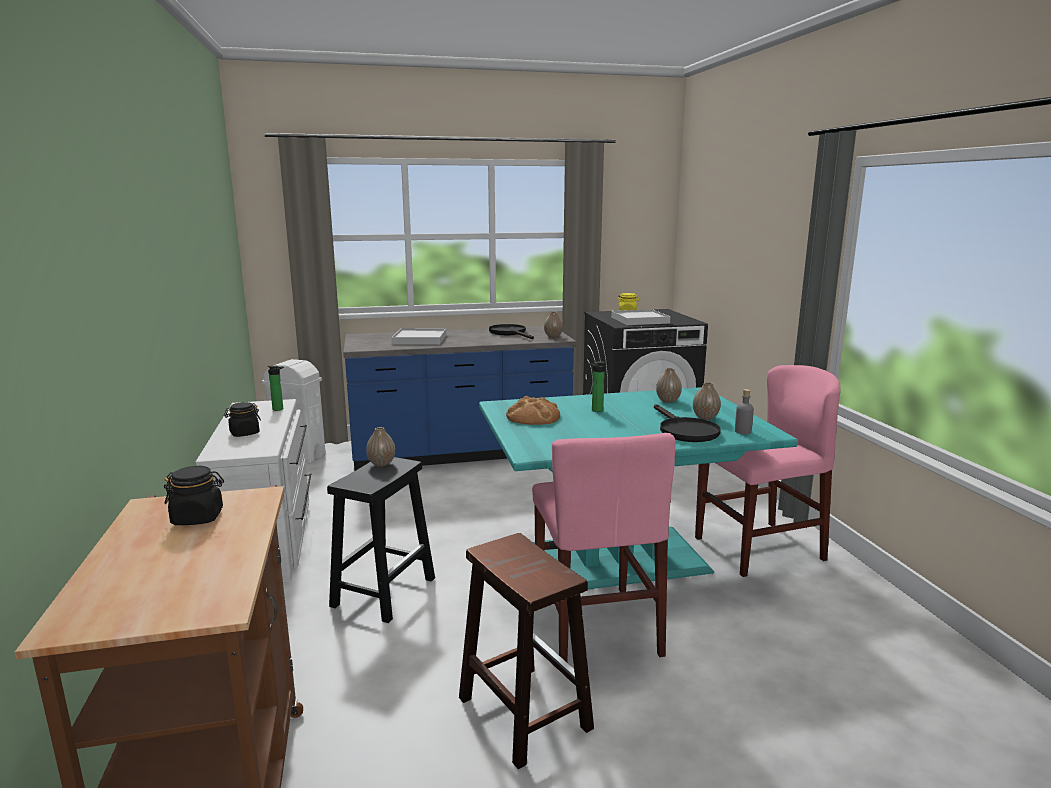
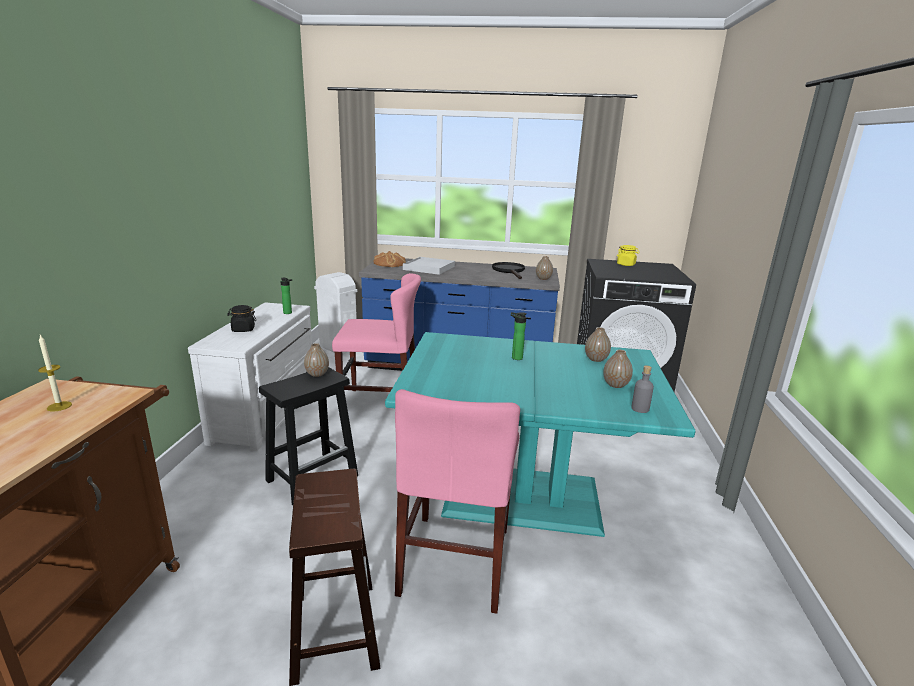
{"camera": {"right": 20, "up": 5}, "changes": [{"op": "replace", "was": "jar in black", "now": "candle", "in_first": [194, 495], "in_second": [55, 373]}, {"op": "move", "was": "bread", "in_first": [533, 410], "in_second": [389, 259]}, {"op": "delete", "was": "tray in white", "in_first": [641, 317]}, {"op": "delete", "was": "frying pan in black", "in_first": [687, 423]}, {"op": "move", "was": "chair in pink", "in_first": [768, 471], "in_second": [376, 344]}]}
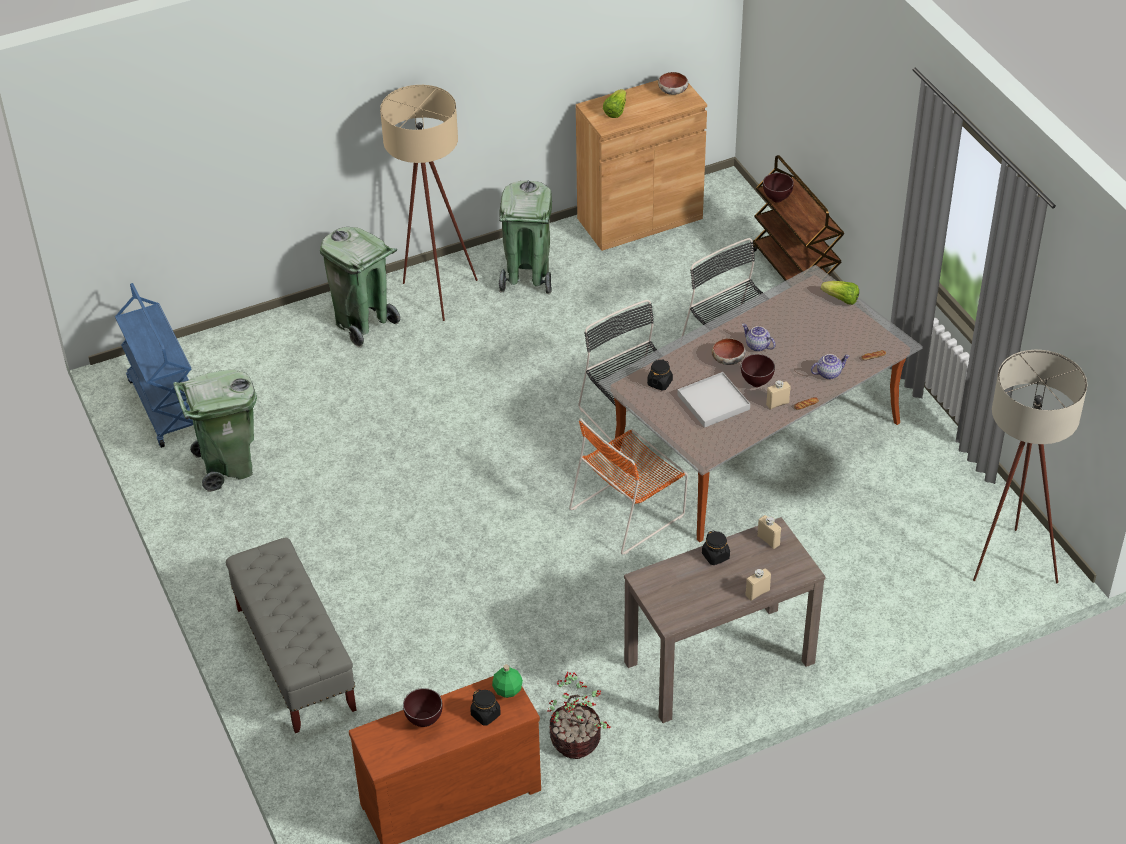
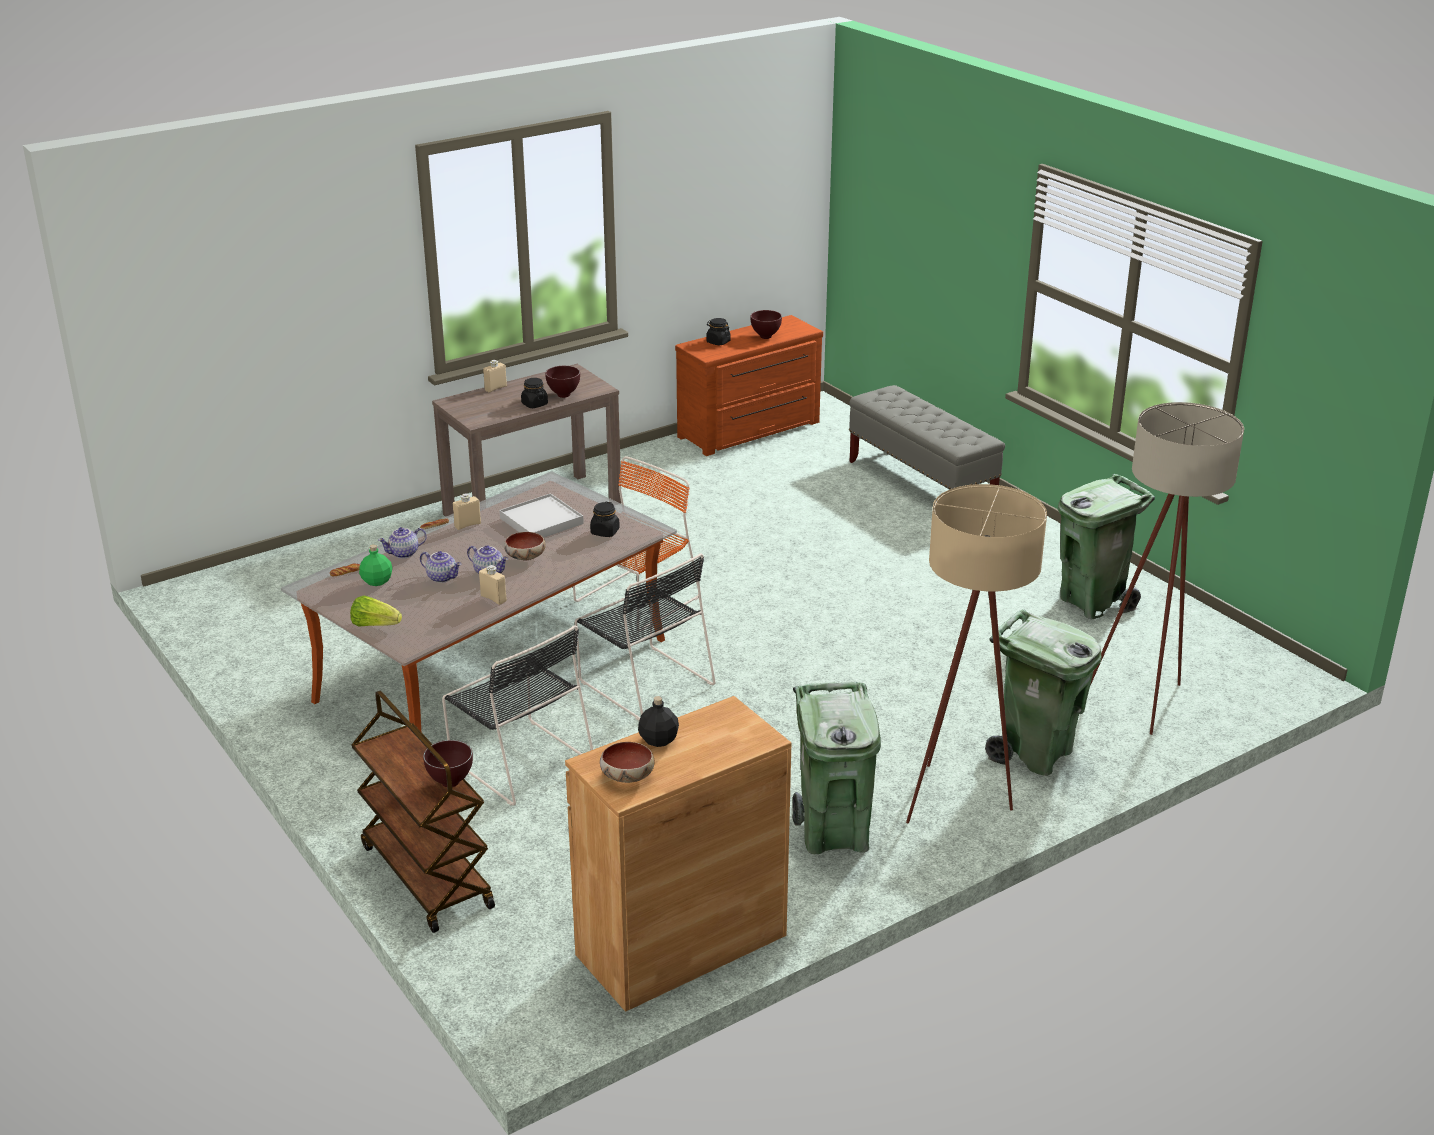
{"camera": {"right": 170, "up": -15}, "changes": [{"op": "delete", "was": "cart in blue", "in_first": [154, 365]}, {"op": "move", "was": "bottle in green", "in_first": [507, 681], "in_second": [375, 565]}, {"op": "delete", "was": "potted plant", "in_first": [578, 715]}, {"op": "delete", "was": "lettuce", "in_first": [614, 103]}, {"op": "move", "was": "bowl in brown", "in_first": [758, 370], "in_second": [562, 382]}, {"op": "move", "was": "bottle in beige", "in_first": [769, 532], "in_second": [493, 585]}, {"op": "move", "was": "floor lamp in beige", "in_first": [1030, 466], "in_second": [1167, 568]}, {"op": "insert", "now": "teapot", "in_second": [440, 567]}, {"op": "insert", "now": "bottle in black", "in_second": [658, 721]}]}
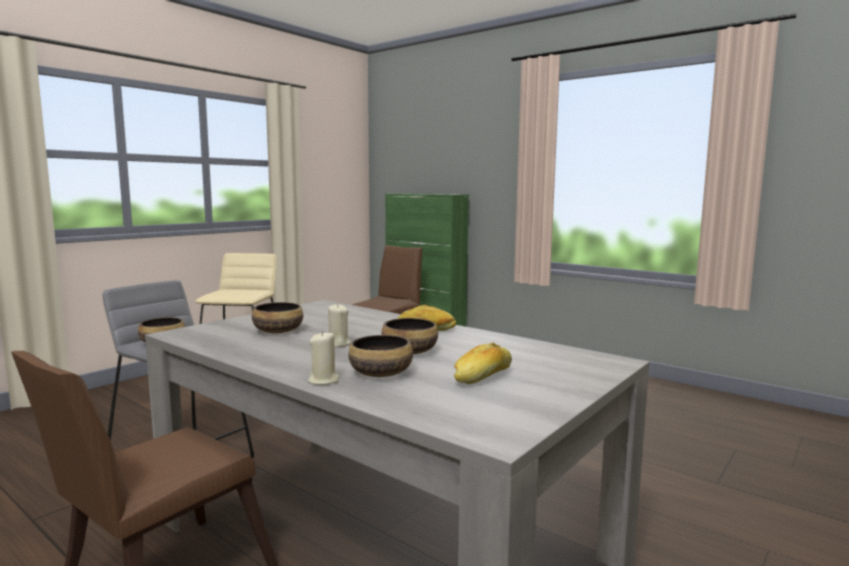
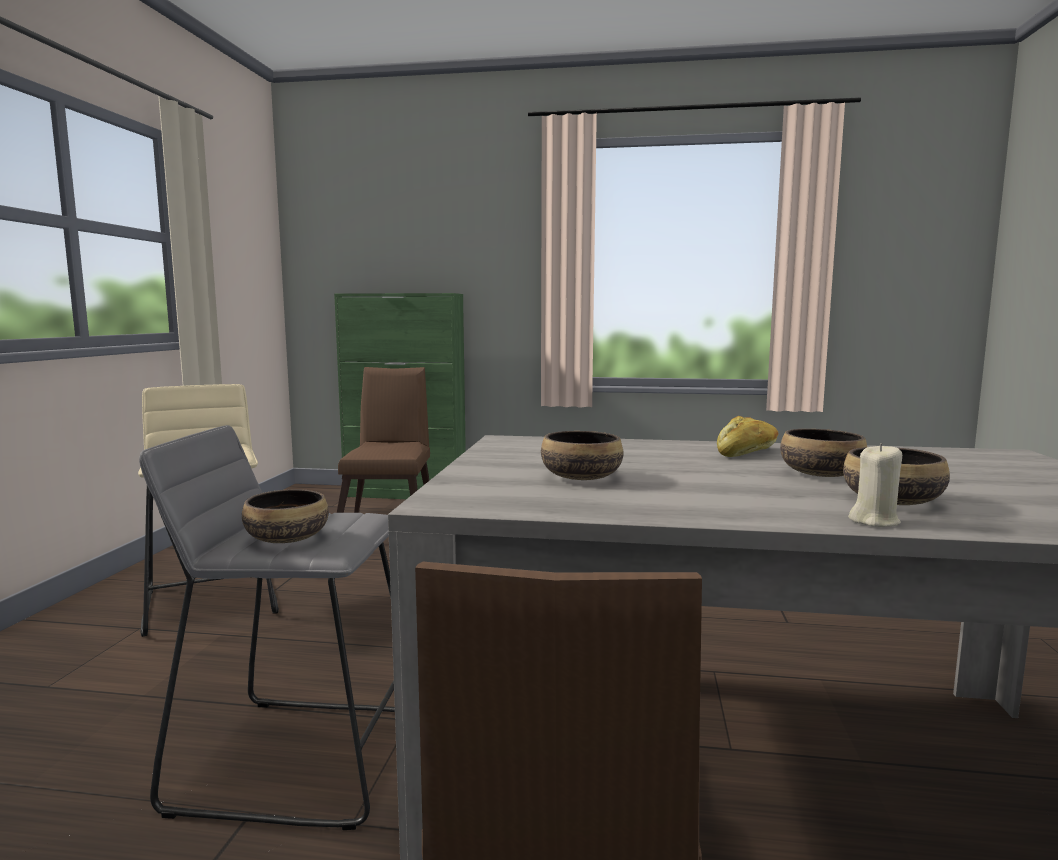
{"camera": {"right": -30, "up": 0}, "changes": [{"op": "delete", "was": "candle in beige", "in_first": [339, 325]}, {"op": "delete", "was": "bread", "in_first": [483, 363]}]}
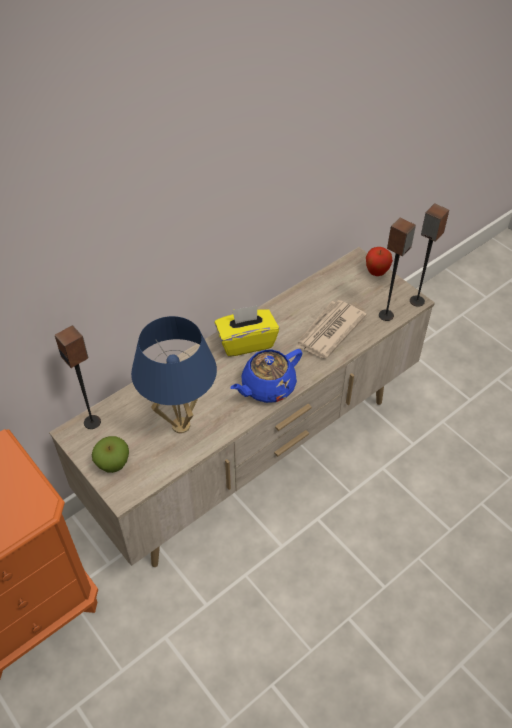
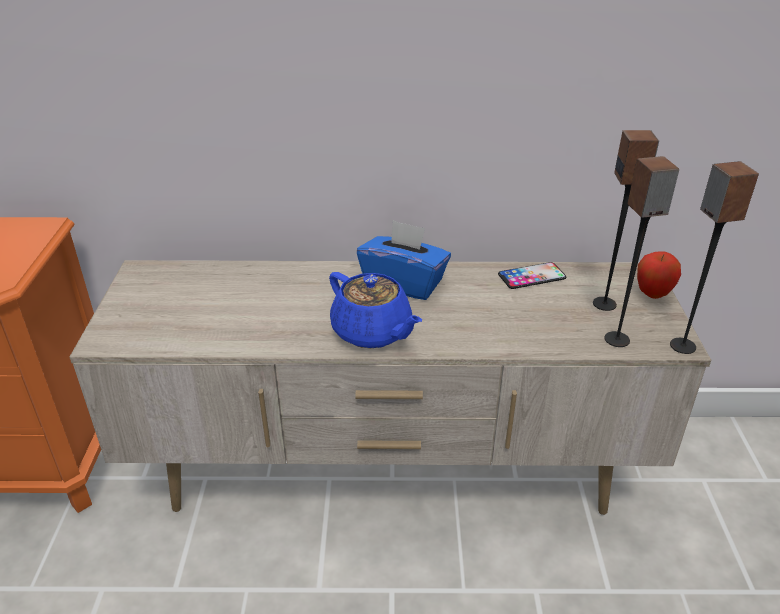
{"camera": {"right": 40, "up": -15}, "changes": [{"op": "move", "was": "speaker", "in_first": [78, 377], "in_second": [626, 220]}, {"op": "delete", "was": "apple", "in_first": [110, 454]}, {"op": "delete", "was": "table lamp in blue", "in_first": [174, 375]}, {"op": "recolor", "was": "tissue box in yellow", "now": "tissue box in blue", "in_first": [247, 331], "in_second": [404, 260]}, {"op": "rotate", "was": "teapot in blue", "in_first": [266, 376], "in_second": [375, 310], "clockwise": -135}, {"op": "delete", "was": "newspaper", "in_first": [331, 329]}, {"op": "insert", "now": "phone", "in_second": [532, 275]}]}
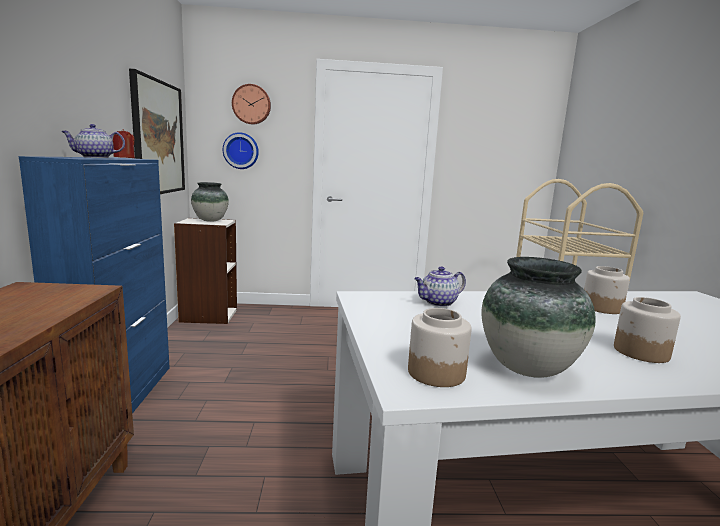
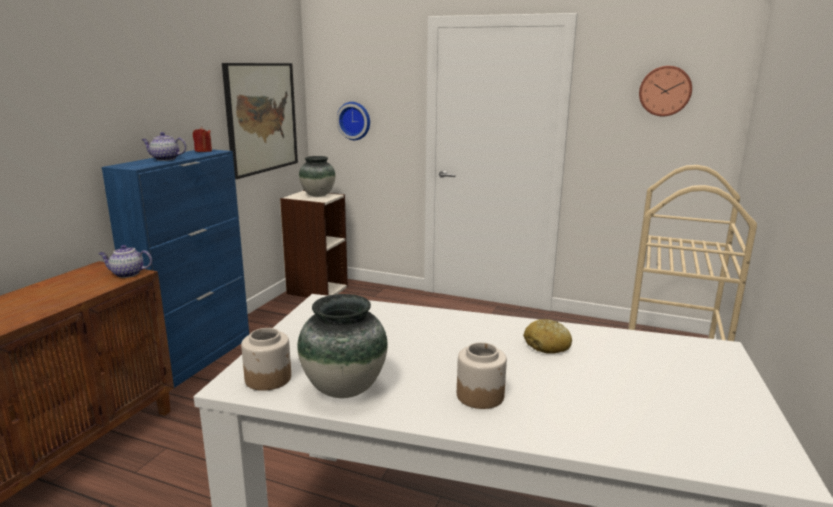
{"camera": {"right": 25, "up": 5}, "changes": [{"op": "move", "was": "wall clock", "in_first": [251, 104], "in_second": [665, 91]}, {"op": "move", "was": "teapot", "in_first": [440, 287], "in_second": [125, 261]}, {"op": "replace", "was": "jar", "now": "bread", "in_first": [607, 290], "in_second": [547, 336]}]}
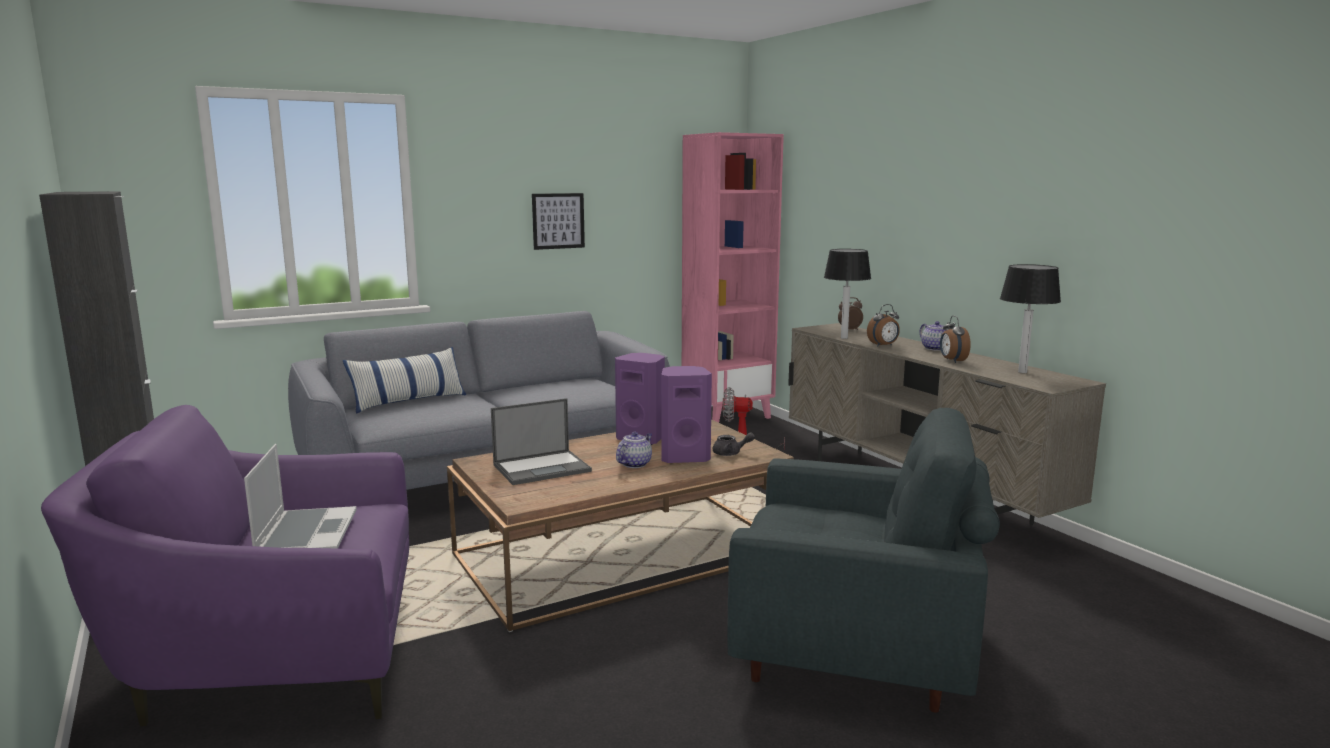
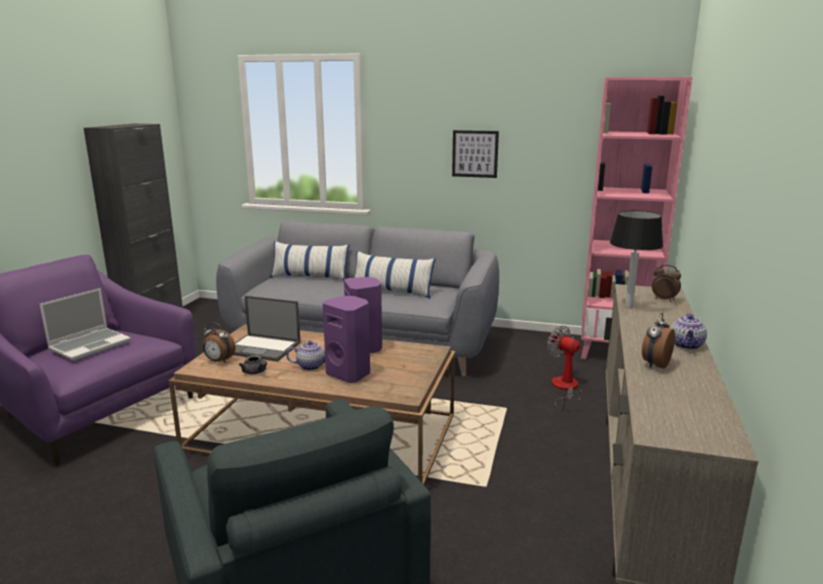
{"camera": {"right": 45, "up": 5}, "changes": [{"op": "move", "was": "teapot in grey", "in_first": [734, 444], "in_second": [253, 364]}, {"op": "move", "was": "alarm clock", "in_first": [883, 325], "in_second": [219, 342]}, {"op": "delete", "was": "table lamp", "in_first": [1030, 318]}, {"op": "insert", "now": "pillow", "in_second": [395, 274]}]}
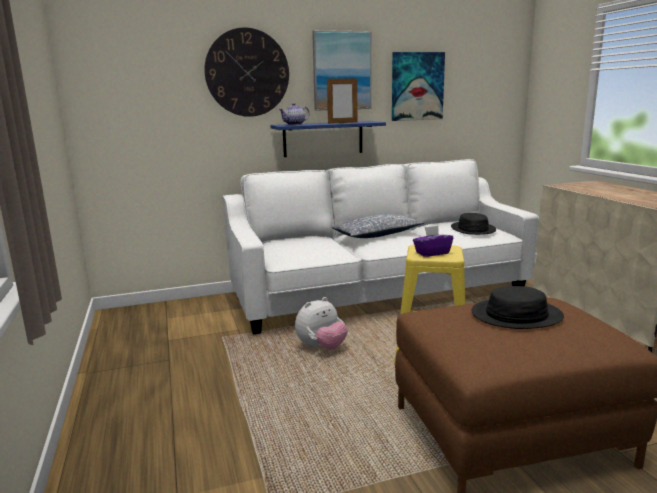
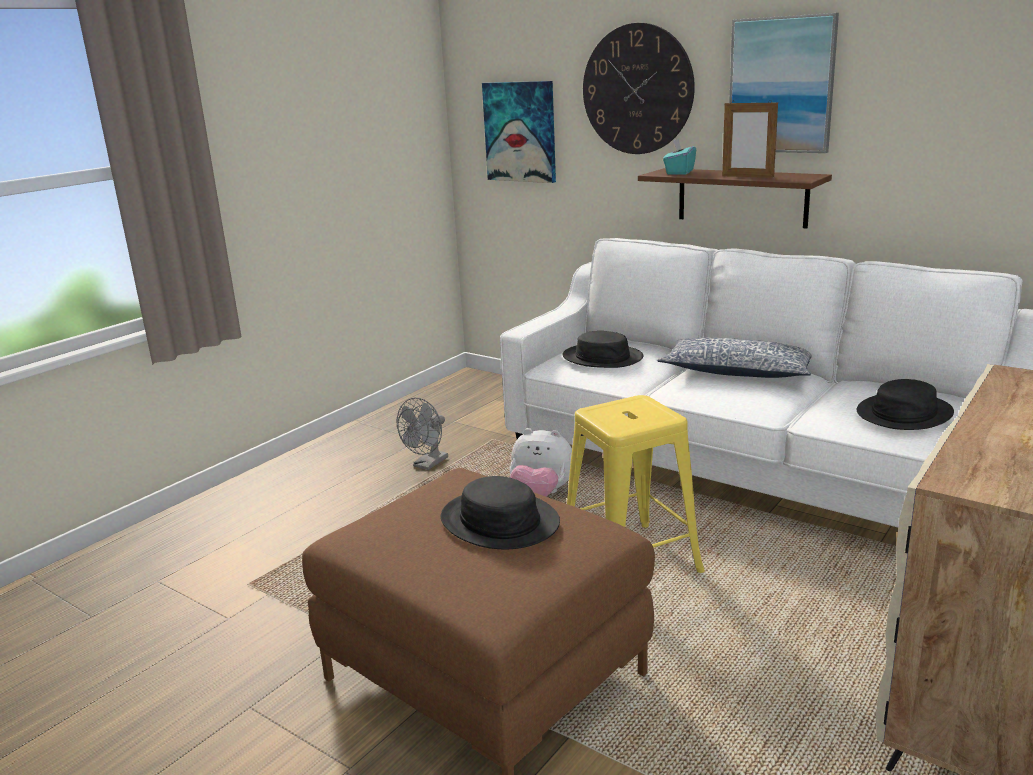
{"camera": {"right": 55, "up": 5}, "changes": [{"op": "recolor", "was": "shelf in blue", "now": "shelf in brown", "in_first": [328, 139], "in_second": [735, 198]}, {"op": "replace", "was": "teapot", "now": "tissue box in turquoise", "in_first": [294, 114], "in_second": [679, 156]}, {"op": "move", "was": "picture", "in_first": [418, 86], "in_second": [519, 132]}, {"op": "delete", "was": "tissue box in purple", "in_first": [433, 241]}, {"op": "insert", "now": "fan in grey", "in_second": [422, 434]}, {"op": "insert", "now": "hat in black", "in_second": [603, 349]}]}
